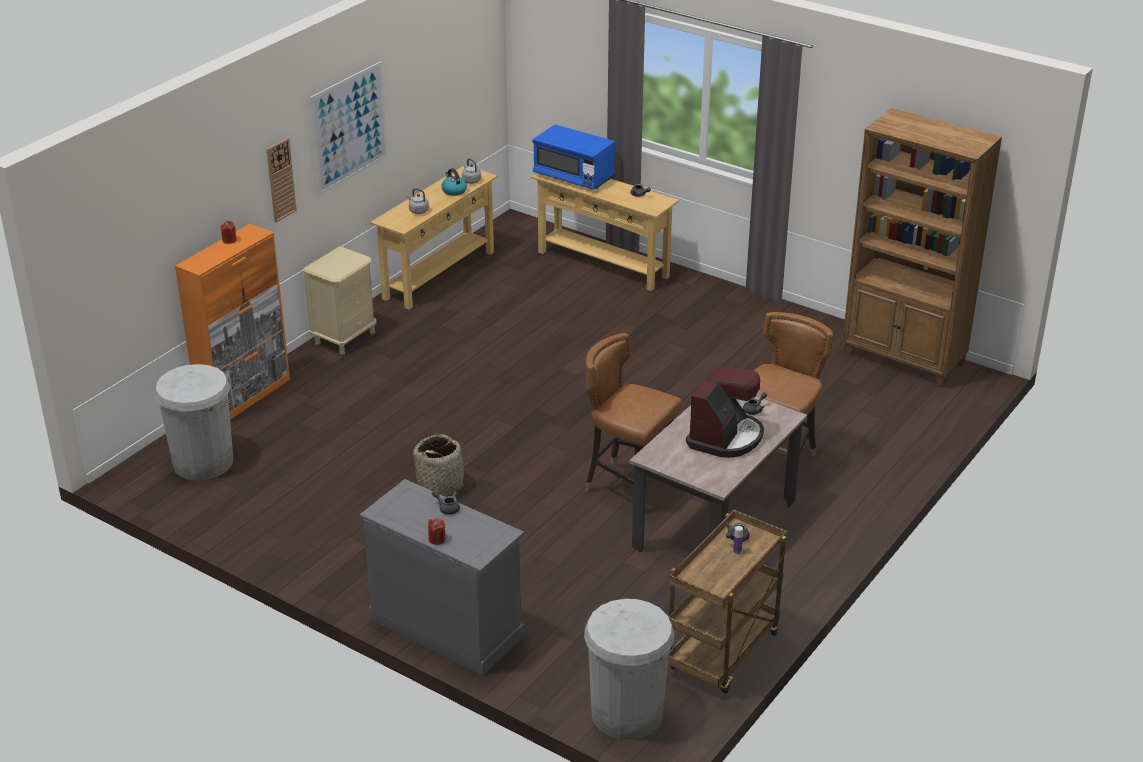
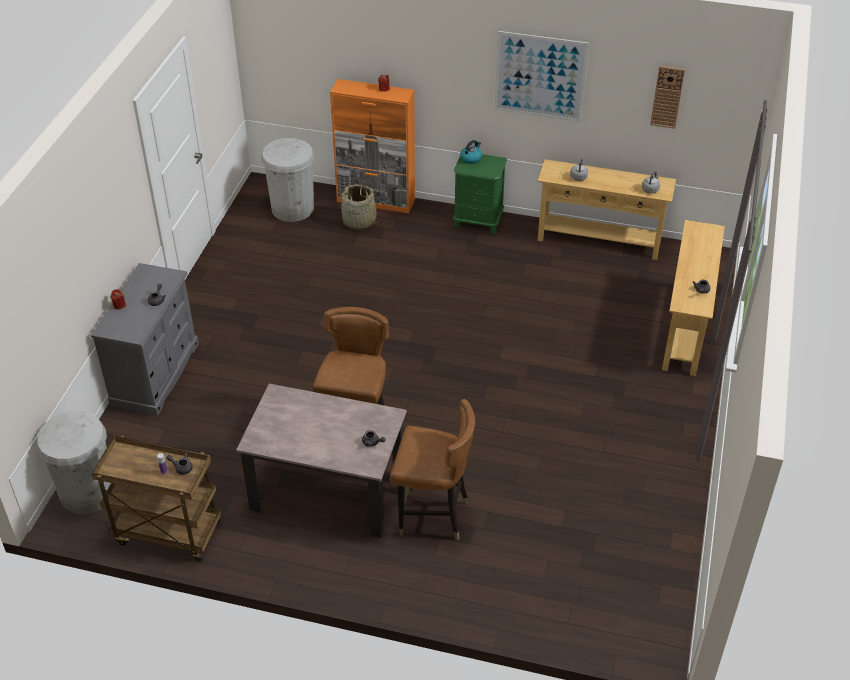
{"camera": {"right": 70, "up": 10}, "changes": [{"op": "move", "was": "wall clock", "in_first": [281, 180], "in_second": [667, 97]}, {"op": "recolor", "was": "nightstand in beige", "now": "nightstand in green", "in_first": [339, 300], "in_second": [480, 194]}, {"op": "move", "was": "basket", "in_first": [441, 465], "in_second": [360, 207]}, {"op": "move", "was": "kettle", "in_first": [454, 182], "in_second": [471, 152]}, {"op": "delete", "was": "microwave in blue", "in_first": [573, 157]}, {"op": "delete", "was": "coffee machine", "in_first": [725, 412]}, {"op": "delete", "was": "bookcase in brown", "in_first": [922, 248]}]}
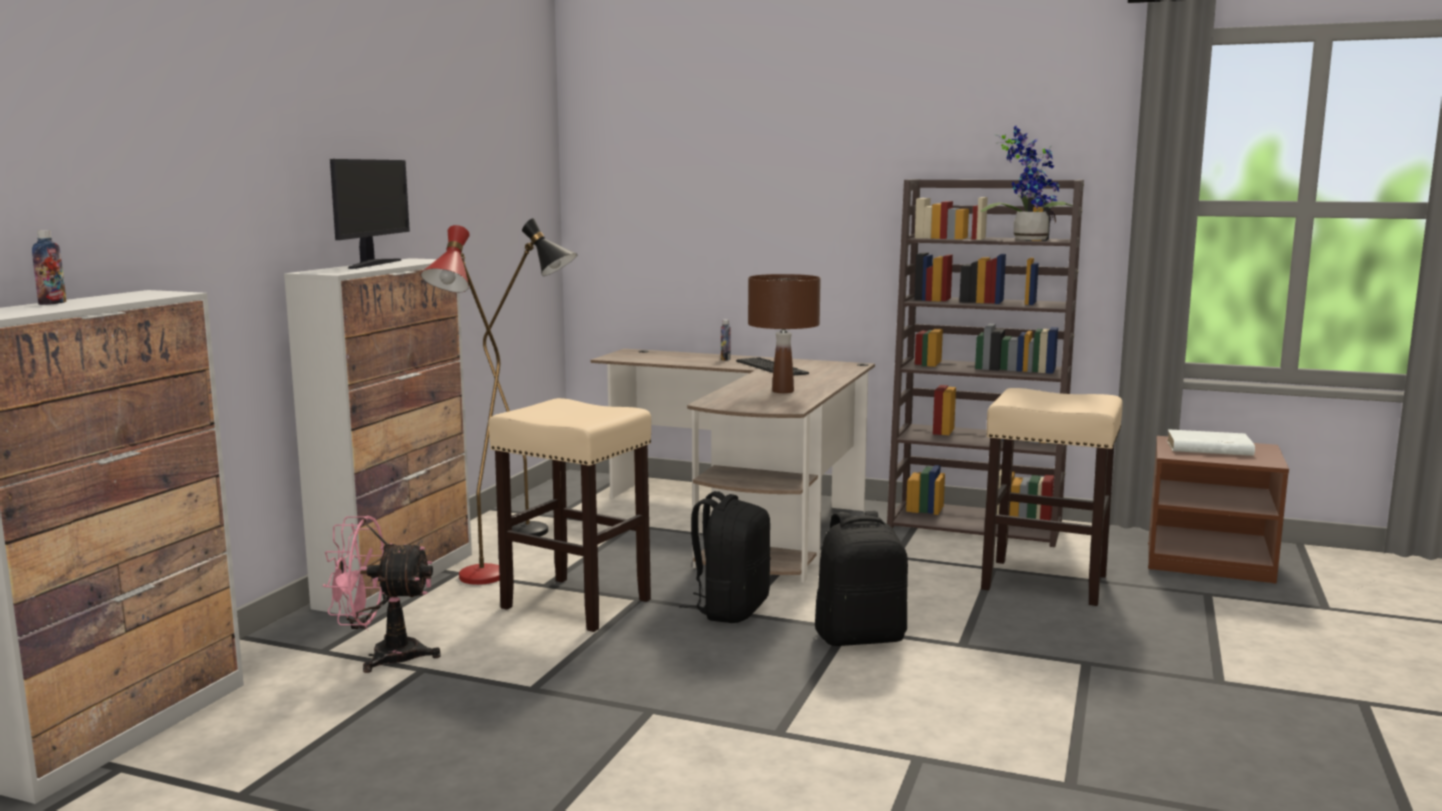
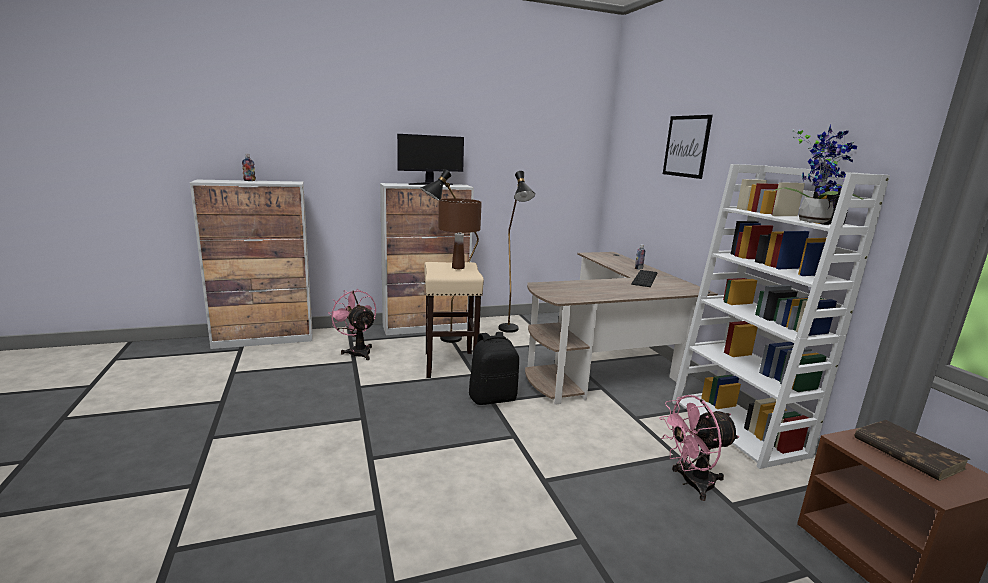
{"camera": {"right": 50, "up": 5}, "changes": [{"op": "recolor", "was": "floor lamp in red", "now": "floor lamp in black", "in_first": [460, 405], "in_second": [449, 256]}, {"op": "move", "was": "table lamp in brown", "in_first": [784, 333], "in_second": [460, 233]}, {"op": "delete", "was": "backpack in black", "in_first": [861, 578]}, {"op": "recolor", "was": "bookcase in brown", "now": "bookcase in white", "in_first": [985, 363], "in_second": [781, 316]}, {"op": "replace", "was": "stool in beige", "now": "fan in pink", "in_first": [1052, 497], "in_second": [699, 448]}, {"op": "recolor", "was": "book in white", "now": "book in brown", "in_first": [1211, 442], "in_second": [912, 450]}, {"op": "insert", "now": "picture", "in_second": [688, 147]}]}
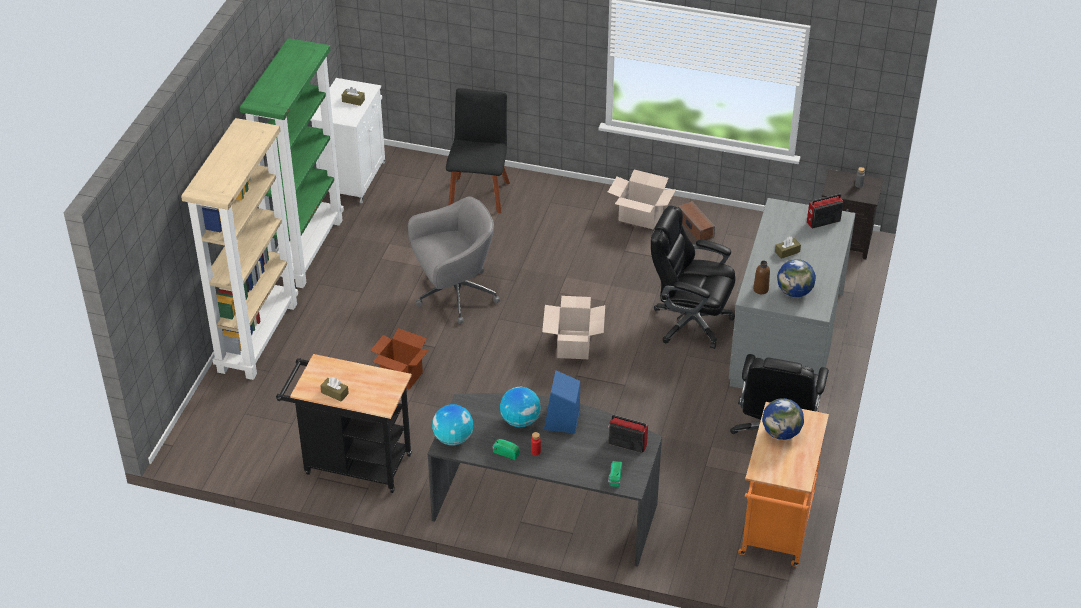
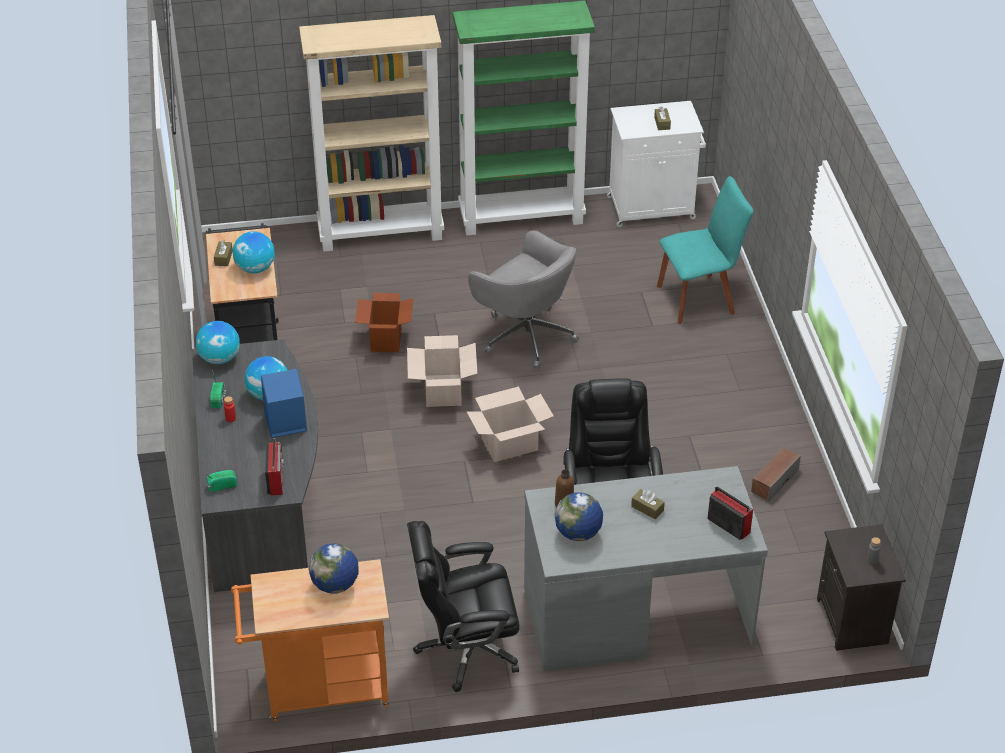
{"camera": {"right": 65, "up": 0}, "changes": [{"op": "recolor", "was": "chair in black", "now": "chair in turquoise", "in_first": [478, 150], "in_second": [705, 250]}, {"op": "move", "was": "cardboard box", "in_first": [642, 199], "in_second": [442, 371]}, {"op": "insert", "now": "globe", "in_second": [254, 252]}]}
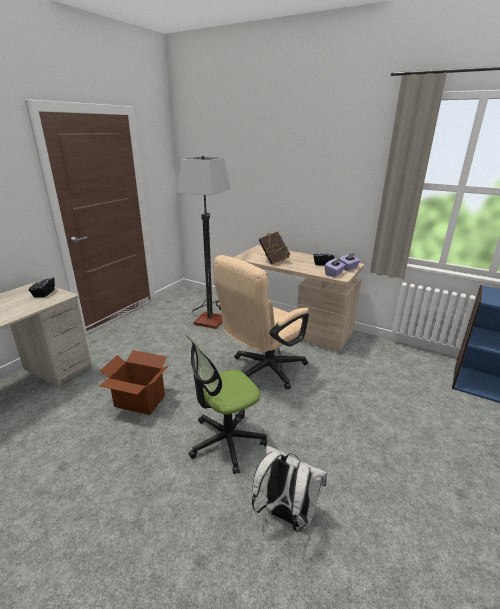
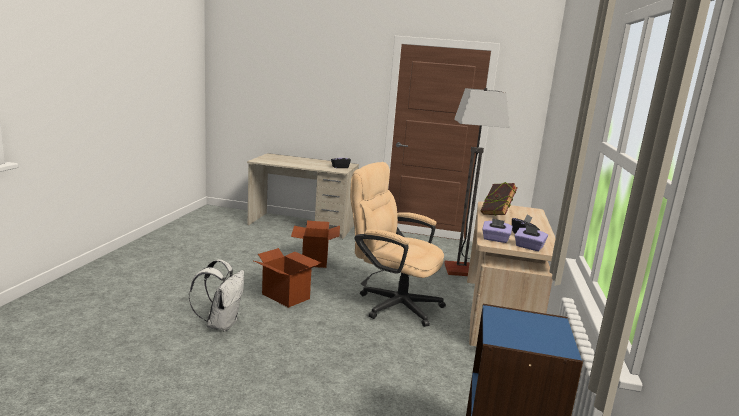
{"camera": {"right": 70, "up": -10}, "changes": [{"op": "replace", "was": "office chair", "now": "cardboard box", "in_first": [227, 404], "in_second": [287, 278]}]}
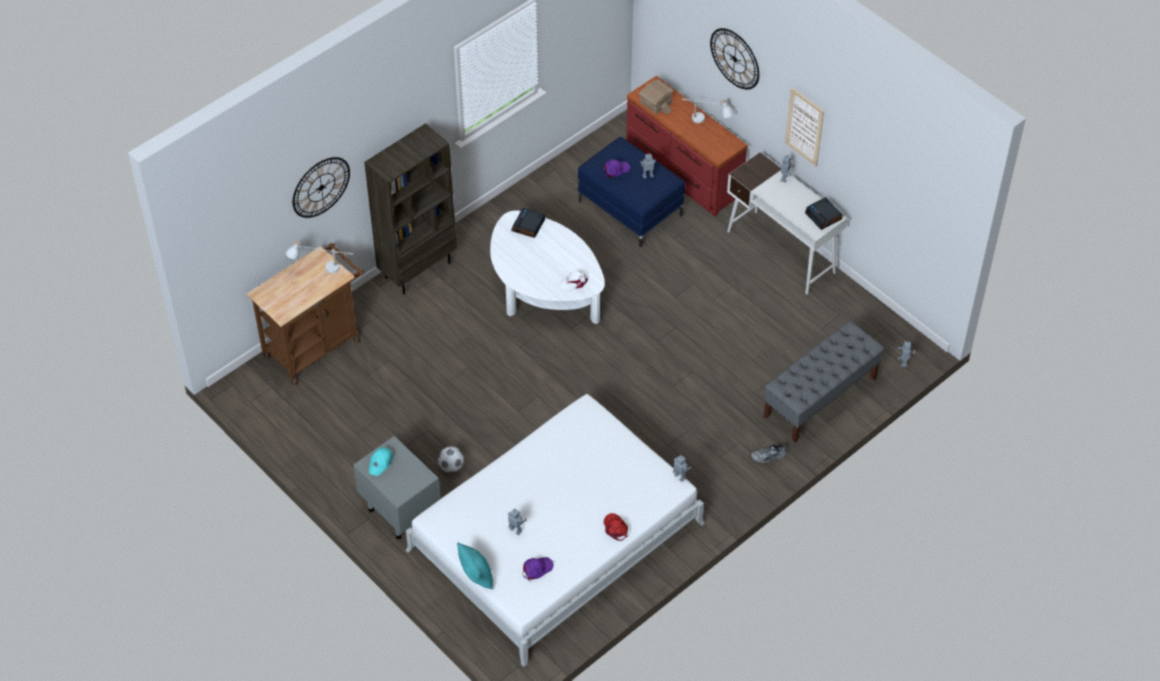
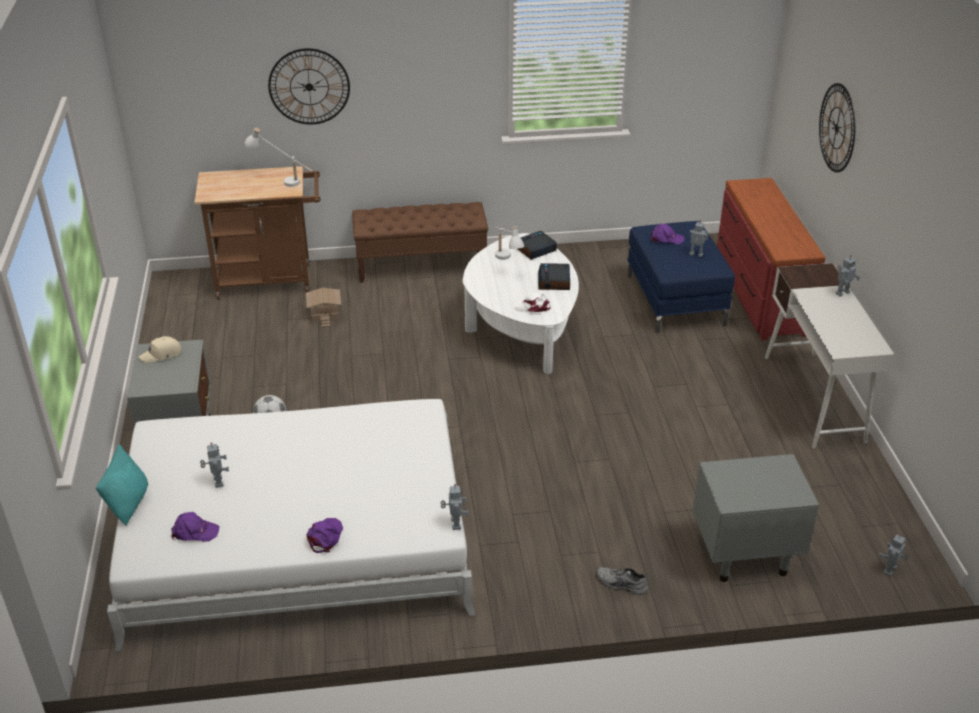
{"camera": {"right": 35, "up": -15}, "changes": [{"op": "replace", "was": "bookcase in brown", "now": "bench in brown", "in_first": [410, 208], "in_second": [420, 242]}, {"op": "recolor", "was": "cap in turquoise", "now": "cap in beige", "in_first": [380, 461], "in_second": [160, 349]}, {"op": "recolor", "was": "cap in red", "now": "cap in purple", "in_first": [616, 527], "in_second": [325, 535]}, {"op": "move", "was": "toy house", "in_first": [656, 97], "in_second": [323, 307]}, {"op": "move", "was": "table lamp in white", "in_first": [708, 110], "in_second": [510, 243]}, {"op": "replace", "was": "bench in grey", "now": "nightstand in grey", "in_first": [824, 382], "in_second": [756, 518]}, {"op": "delete", "was": "picture", "in_first": [804, 127]}, {"op": "move", "was": "alarm clock", "in_first": [824, 213], "in_second": [554, 276]}]}
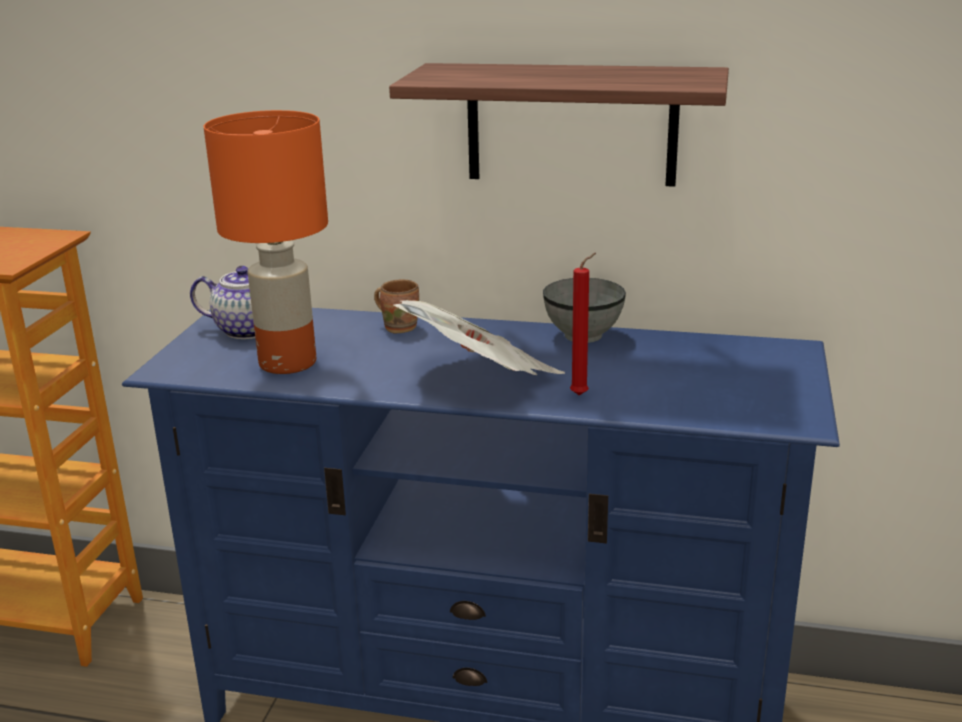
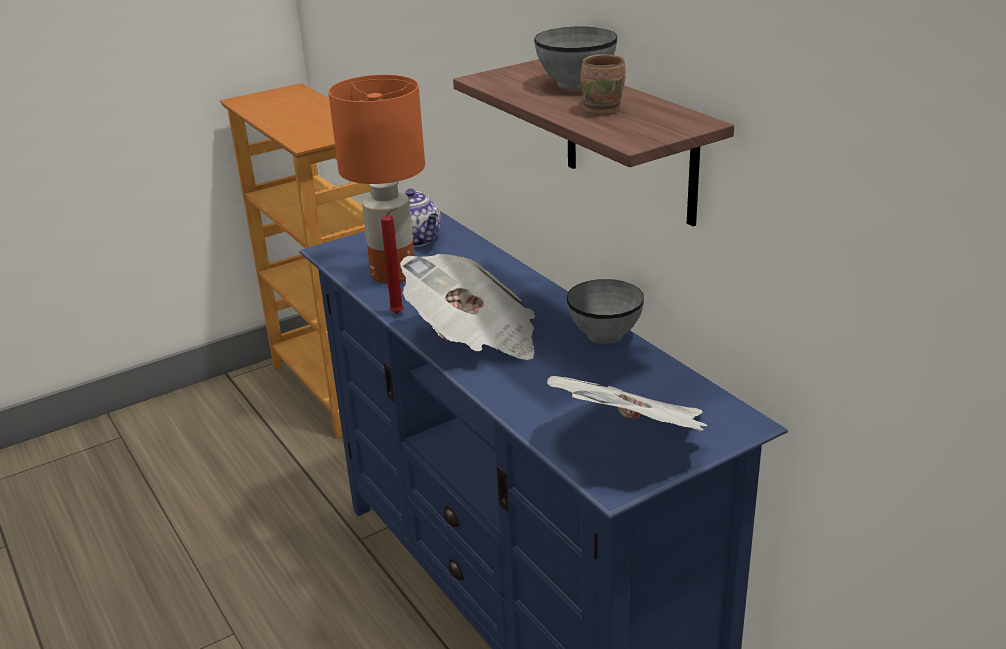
{"camera": {"right": 45, "up": 5}, "changes": [{"op": "move", "was": "mug in brown", "in_first": [396, 306], "in_second": [603, 84]}, {"op": "move", "was": "candle in red", "in_first": [583, 324], "in_second": [392, 260]}, {"op": "insert", "now": "bowl in grey", "in_second": [576, 58]}, {"op": "insert", "now": "newspaper", "in_second": [627, 403]}]}
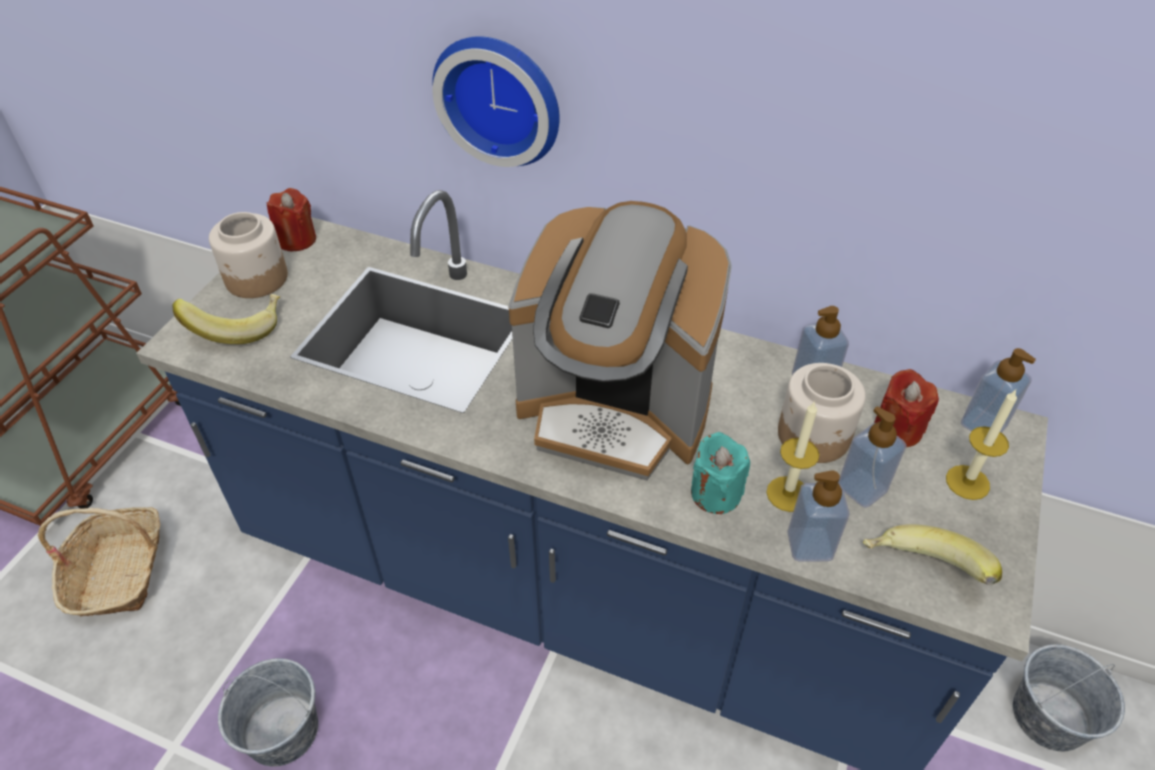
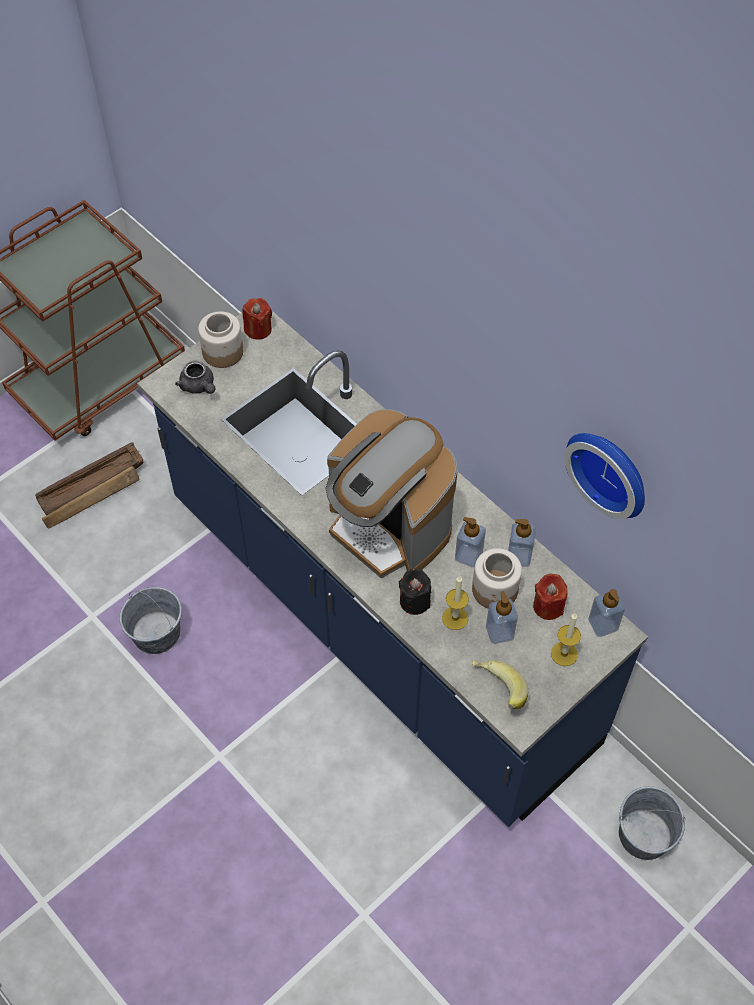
{"camera": {"right": 25, "up": 10}, "changes": [{"op": "replace", "was": "basket", "now": "crate", "in_first": [99, 561], "in_second": [89, 485]}, {"op": "replace", "was": "banana", "now": "teapot in grey", "in_first": [226, 319], "in_second": [195, 377]}, {"op": "move", "was": "wall clock", "in_first": [496, 101], "in_second": [604, 476]}, {"op": "recolor", "was": "candle in turquoise", "now": "candle in black", "in_first": [720, 473], "in_second": [415, 592]}, {"op": "move", "was": "soap dispenser", "in_first": [818, 516], "in_second": [470, 542]}]}
